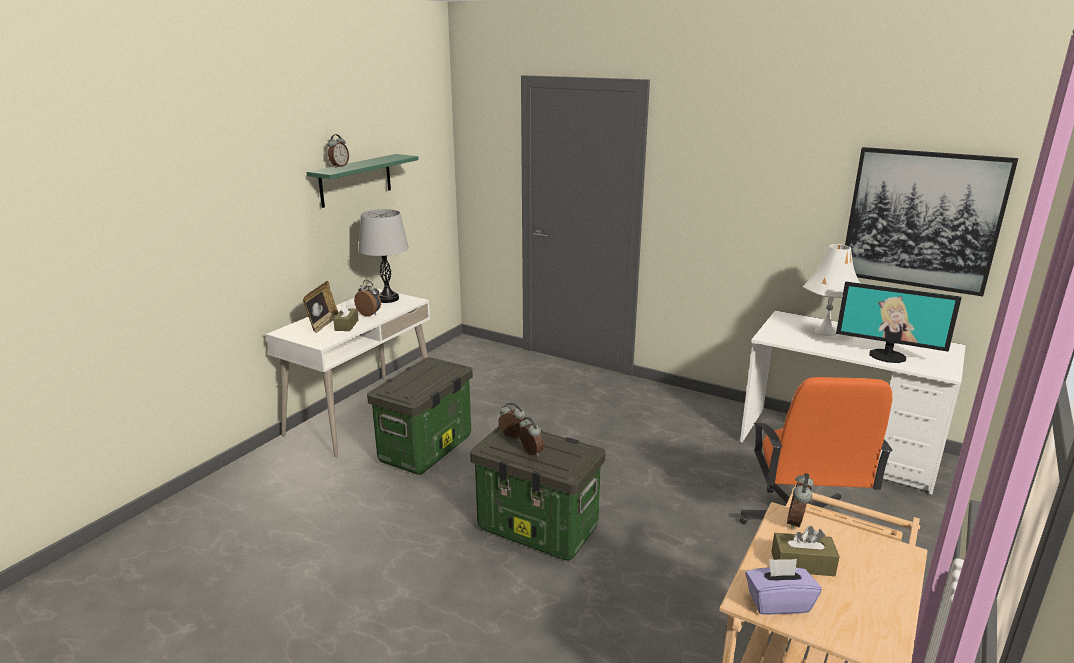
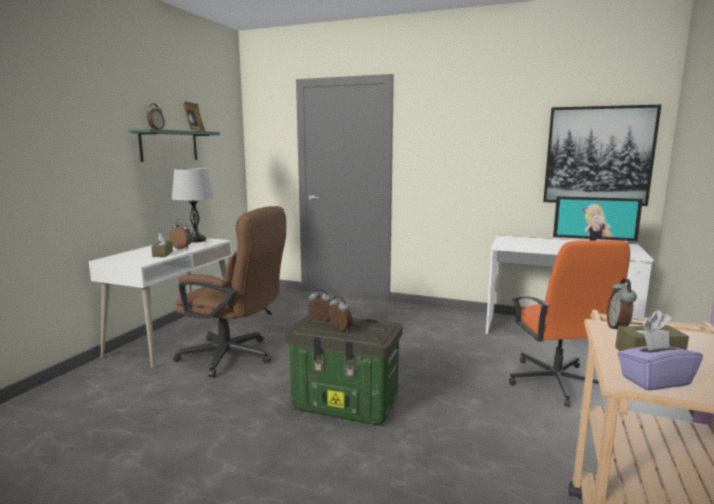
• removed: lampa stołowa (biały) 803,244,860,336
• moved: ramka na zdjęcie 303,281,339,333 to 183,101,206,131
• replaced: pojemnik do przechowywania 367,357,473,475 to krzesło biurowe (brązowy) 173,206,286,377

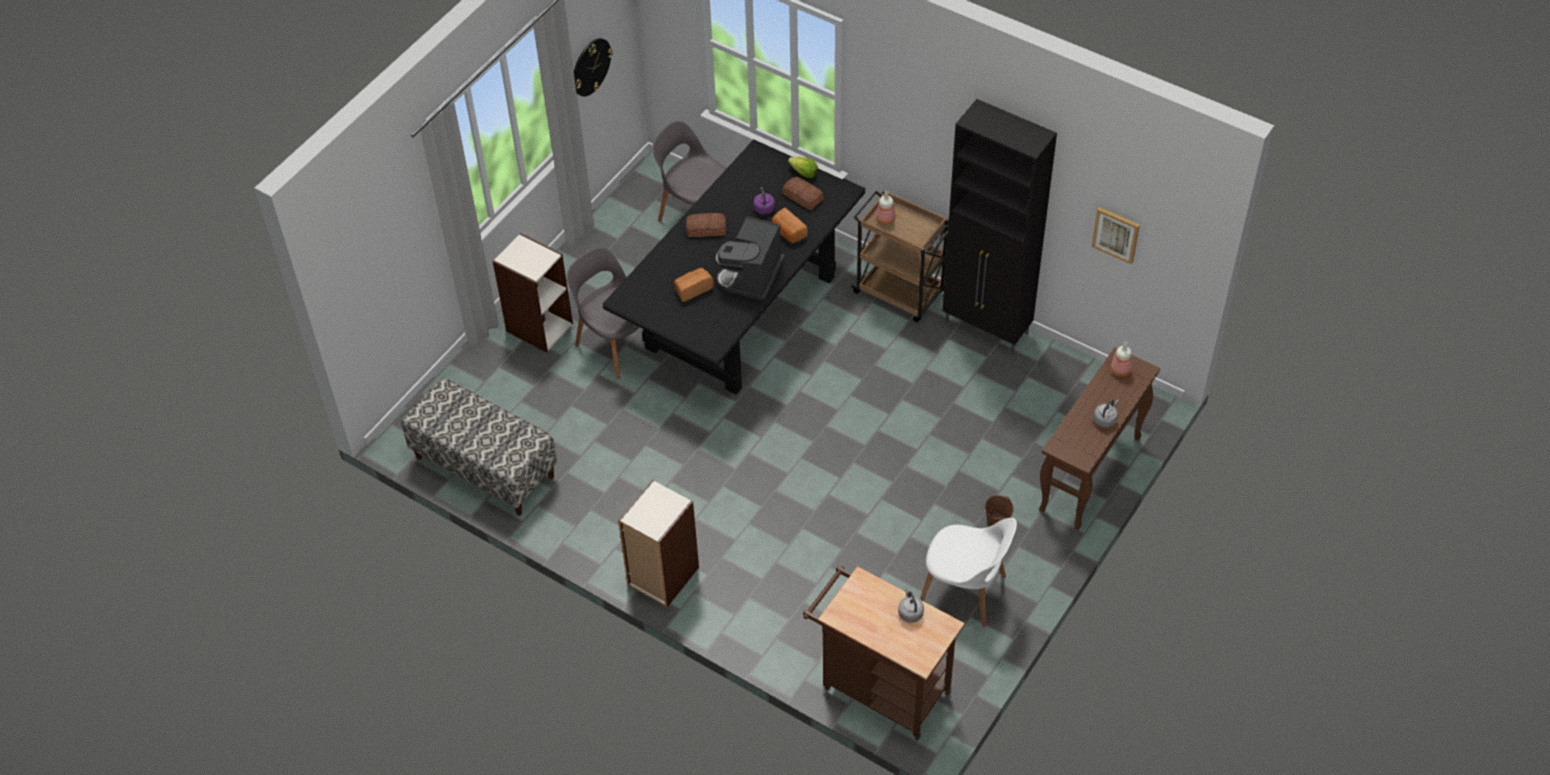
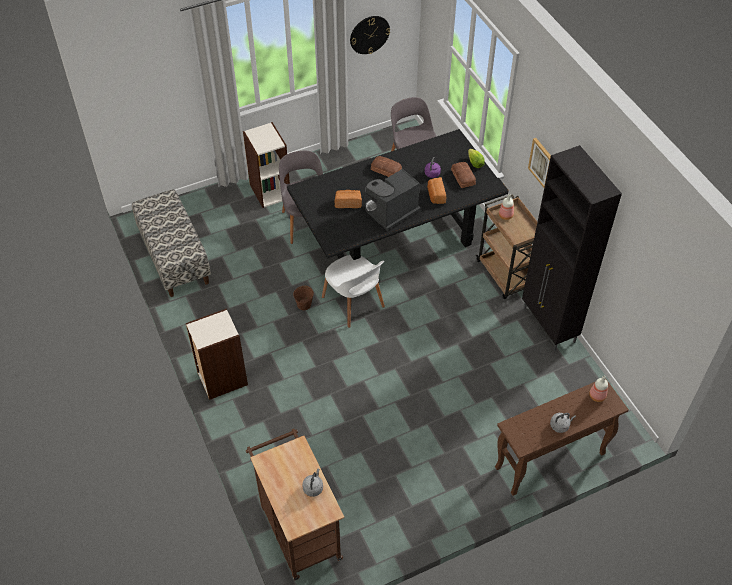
• moved: obraz 1091,207,1140,264 to 528,138,551,188
• moved: wiadro (brązowy) 985,495,1014,527 to 293,286,314,310
• moved: krzesło (biały) 920,518,1017,627 to 322,255,385,328

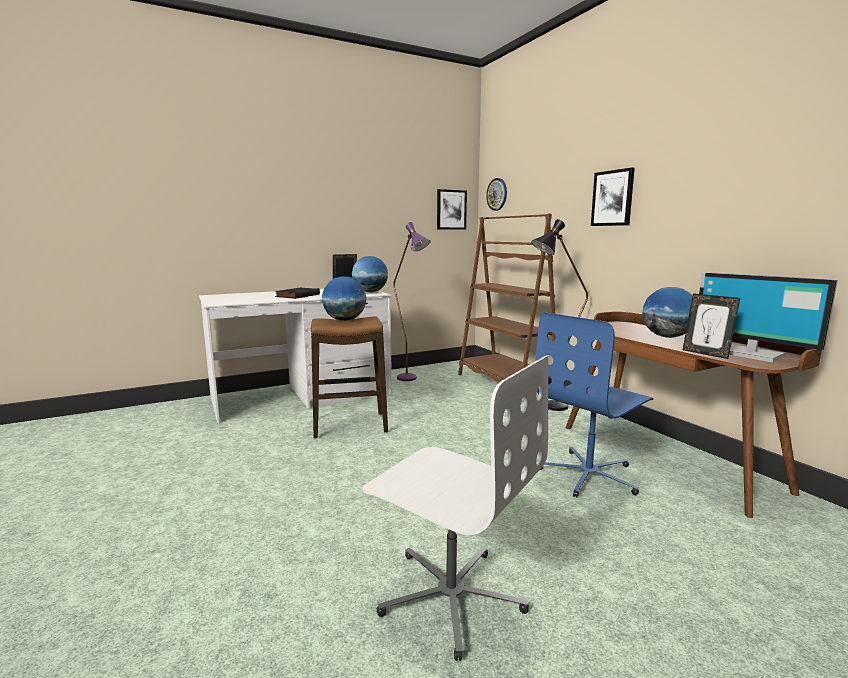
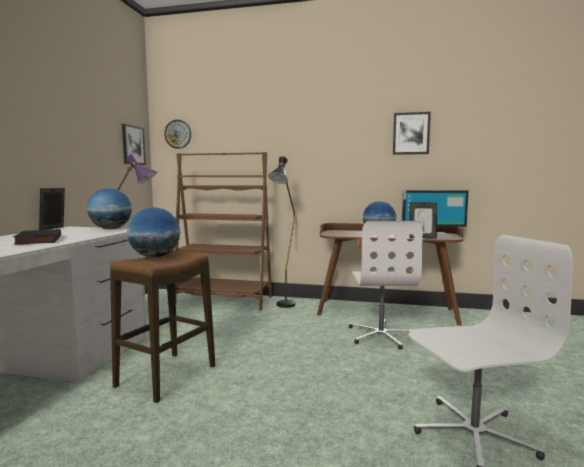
• moved: obraz 591,168,635,226 to 393,112,431,155
• recoloured: krzesło biurowe (niebieski) 535,312,653,498 to krzesło biurowe (biały) 349,221,423,350

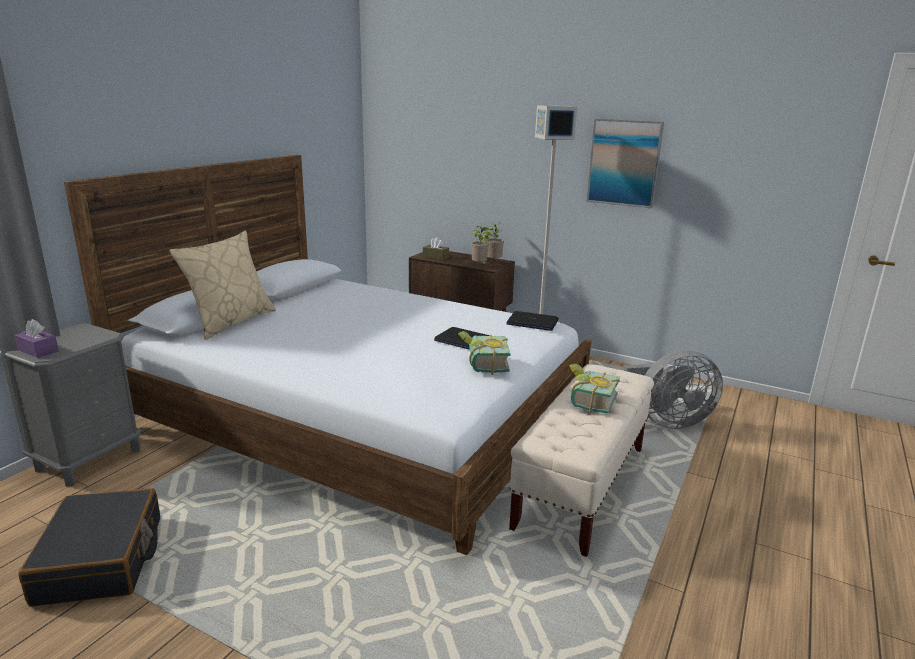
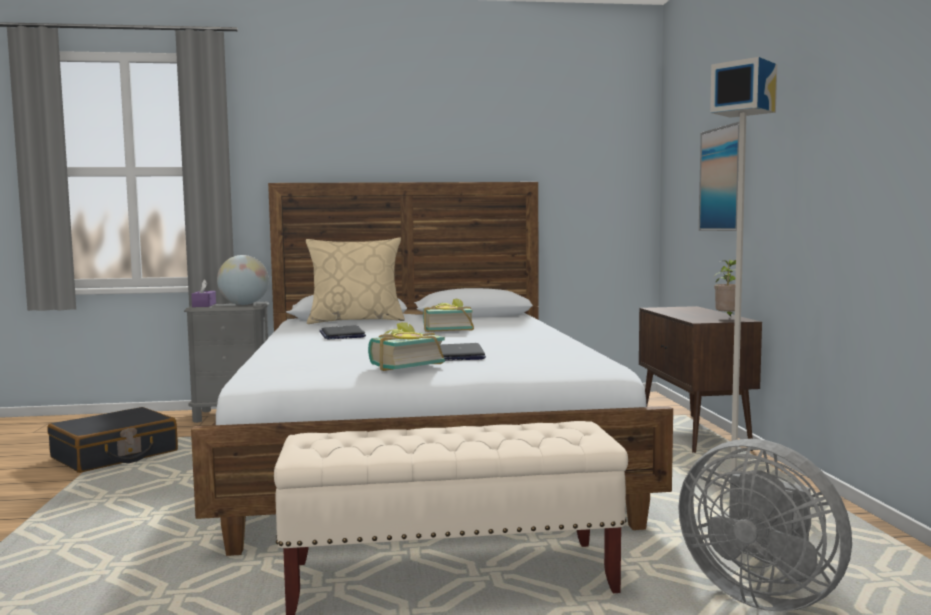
• moved: obraz 586,119,664,208 to 699,121,740,231
• removed: roślina doniczkowa 471,226,493,264
• removed: pudełko chusteczek (brązowy) 423,237,449,260
• moved: laptop 506,311,558,331 to 319,325,366,339
• moved: książka 569,364,620,414 to 423,299,474,332
• added: globus 217,255,269,305

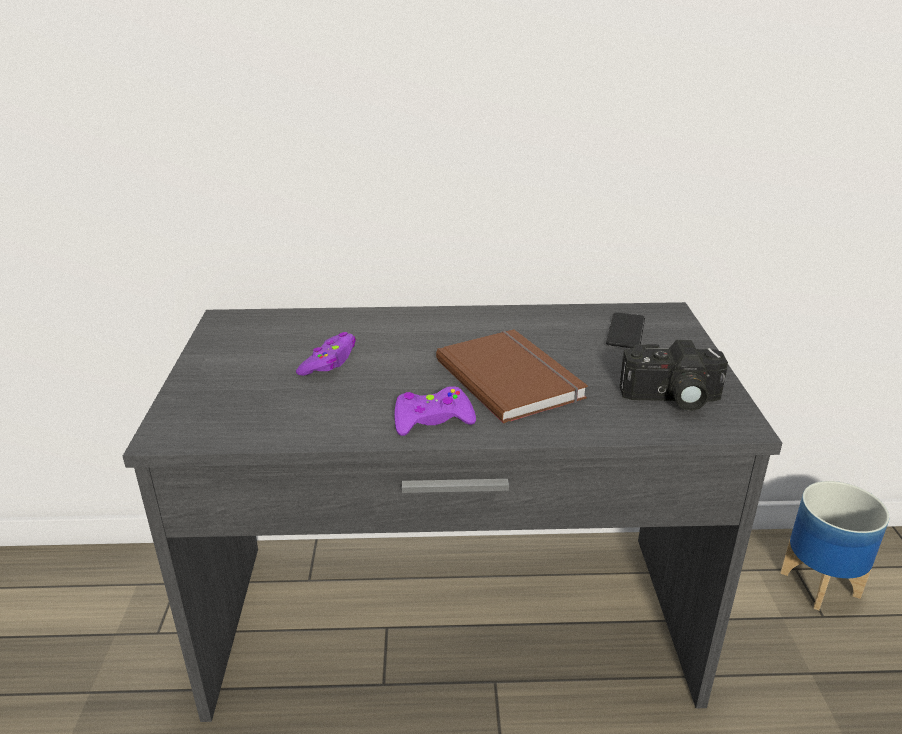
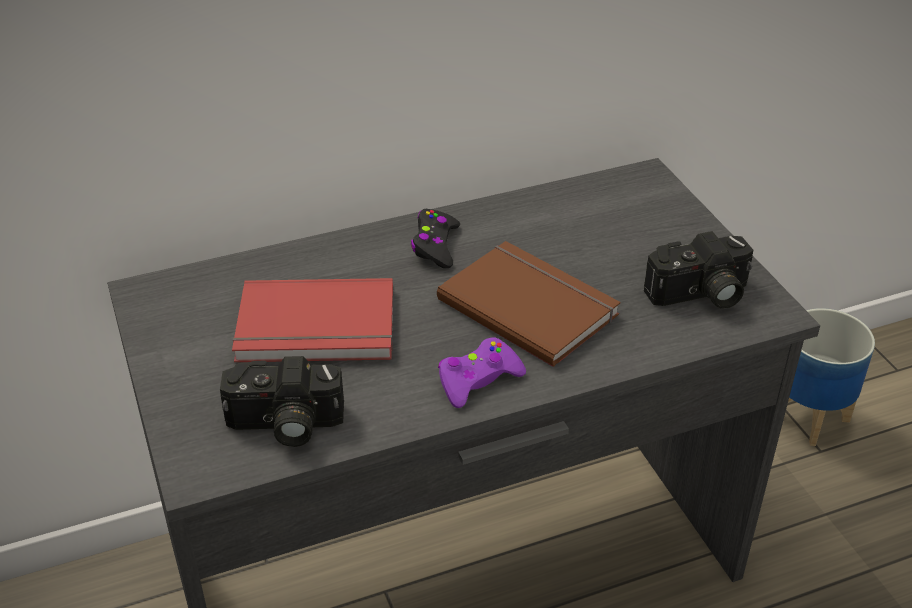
• removed: telefon 606,312,645,348
• replaced: pad do gier (fioletowy) 296,332,356,376 to książka (czerwony) 232,278,393,362
• added: pad do gier (czarny) 411,209,460,268
• added: aparat fotograficzny 220,356,344,447

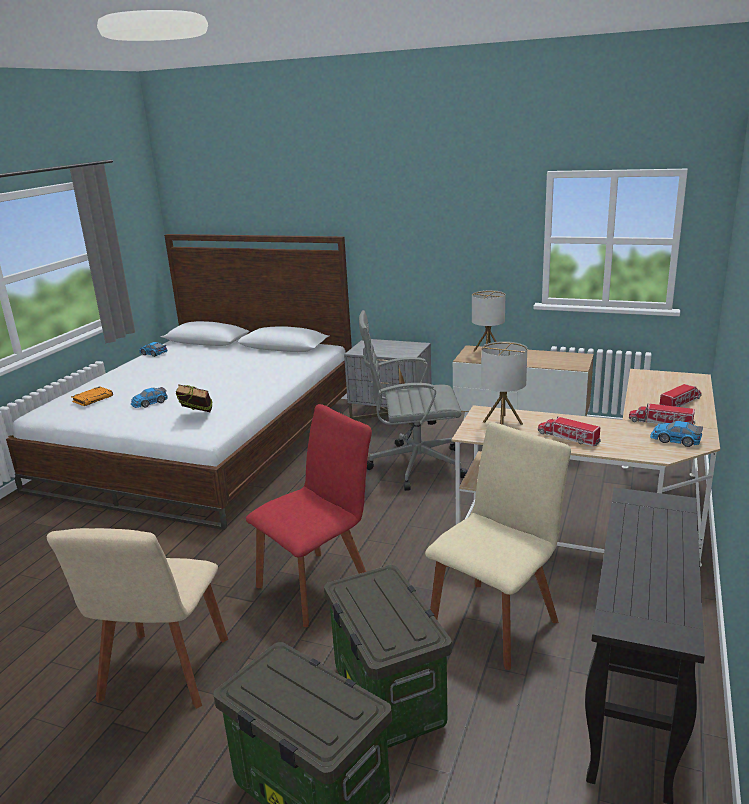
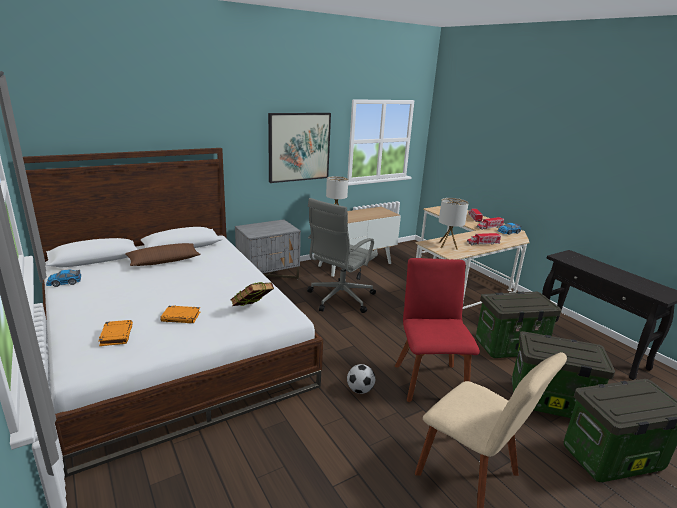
• replaced: samochodzik 131,387,168,408 to książka (pomarańczowy) 160,306,200,323
• replaced: krzesło (beżowy) 425,423,571,670 to pojemnik do przechowywania 476,292,562,358
• added: obraz 268,113,331,183
• added: poduszka (brązowy) 125,243,201,266
• added: piłka futbolowa 347,364,375,394

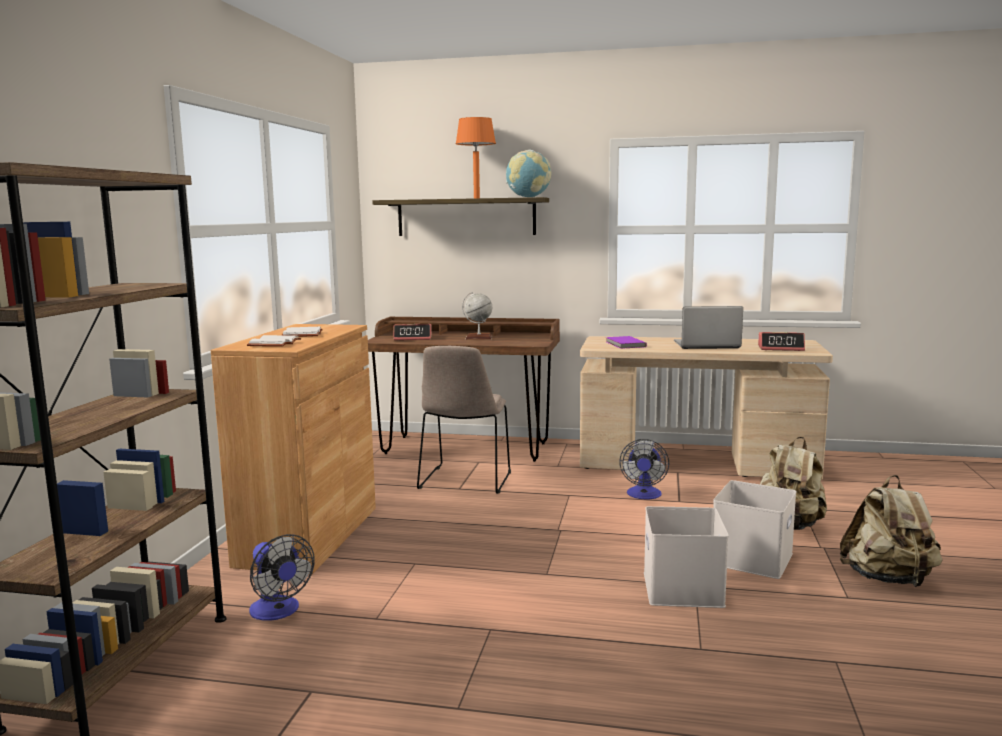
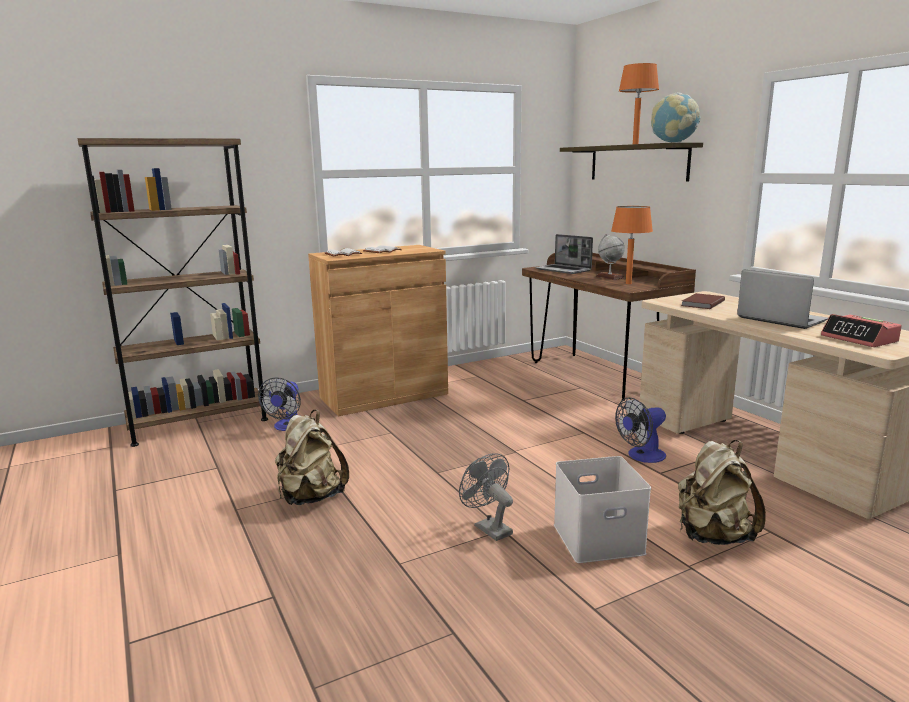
• replaced: budzik 393,324,432,340 to laptop 536,234,593,274
• recoloured: książka (fioletowy) 606,336,647,349 to książka (brązowy) 681,293,725,309
• removed: krzesło (beżowy) 417,346,511,494
• moved: plecak (beżowy) 840,475,943,587 to 275,410,349,505
• replaced: pojemnik do przechowywania (biały) 644,506,729,608 to wentylator (szary) 459,453,513,541
• added: lampa stołowa (pomarańczowy) 611,206,653,284

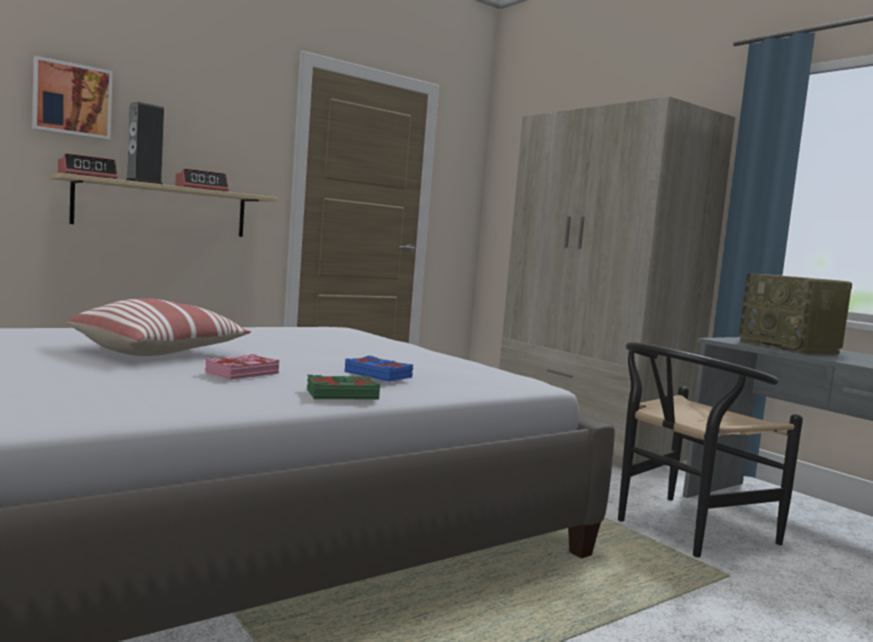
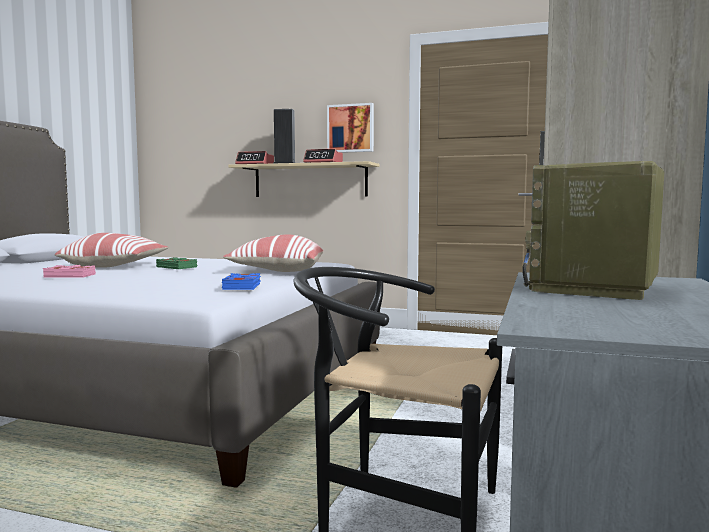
• moved: obraz 32,56,113,140 to 327,103,374,153
• moved: książka (niebieski) 345,356,413,382 to 222,273,261,290
• moved: książka (zielony) 307,375,380,399 to 156,257,197,269
• added: poduszka 223,235,324,272

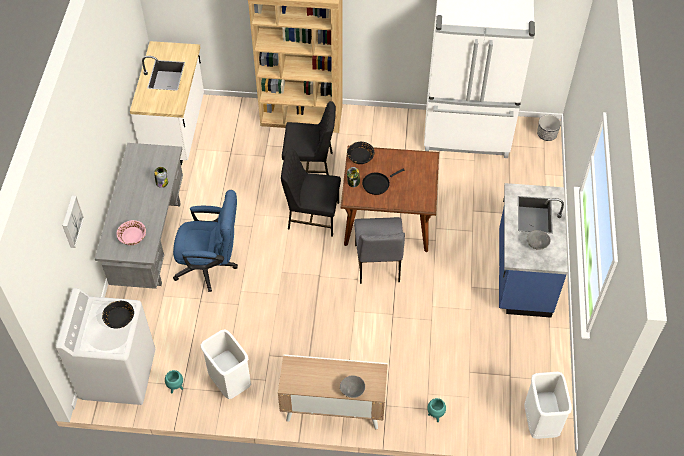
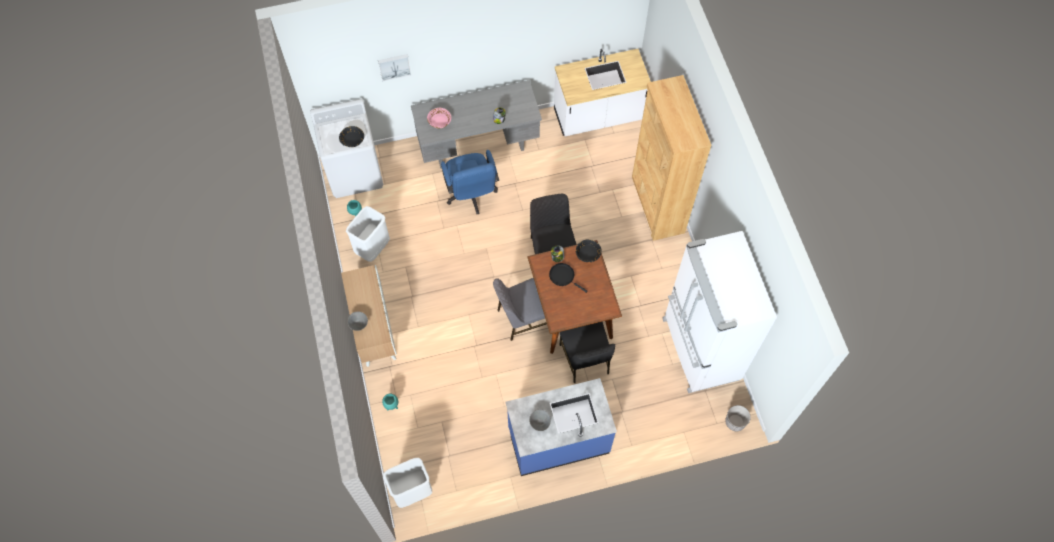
• moved: krzesło (czarny) 282,101,336,175 to 559,322,615,383

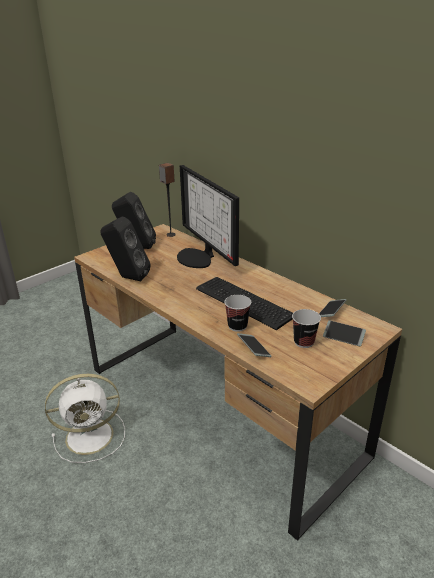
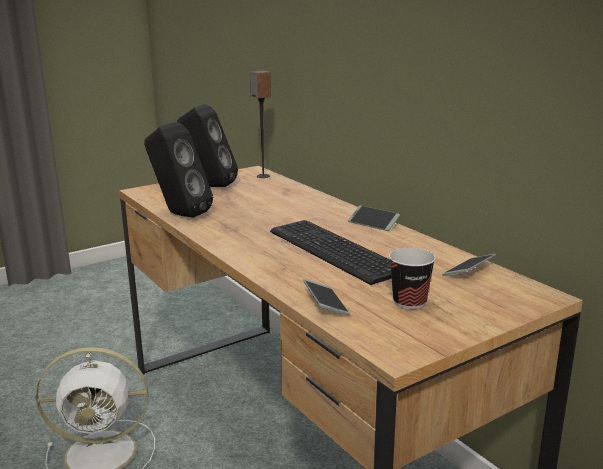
• removed: monitor 177,165,239,268
• removed: filiżanka 224,295,251,332
• moved: telefon 323,320,366,346 to 348,205,400,231

